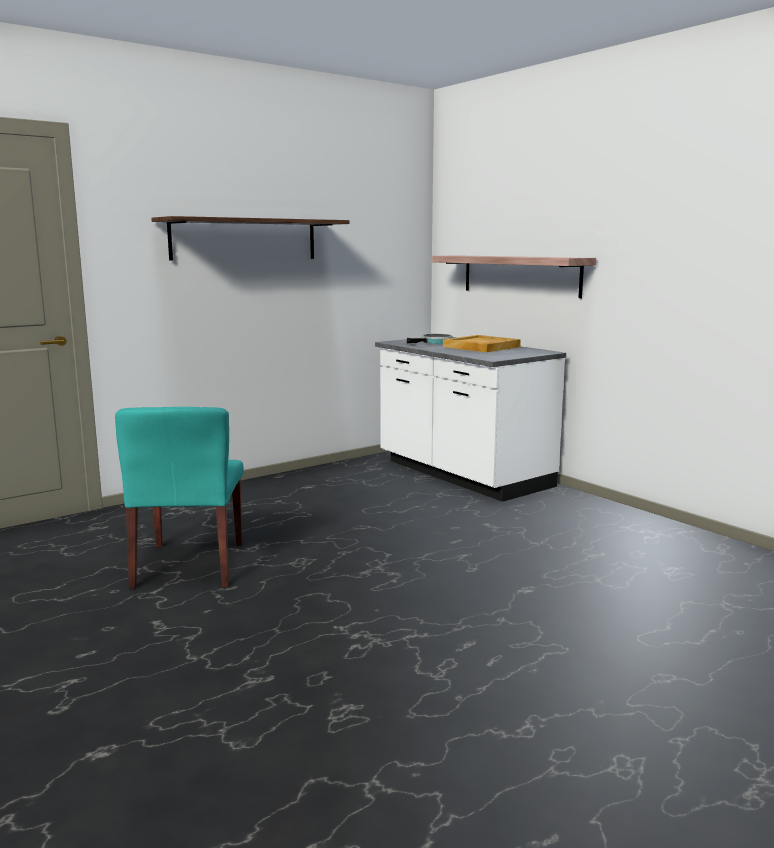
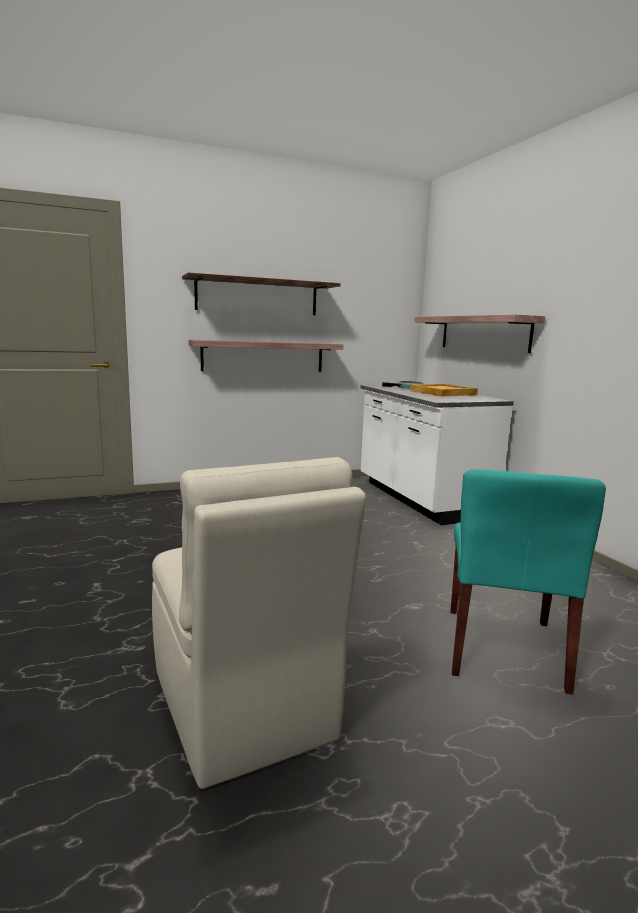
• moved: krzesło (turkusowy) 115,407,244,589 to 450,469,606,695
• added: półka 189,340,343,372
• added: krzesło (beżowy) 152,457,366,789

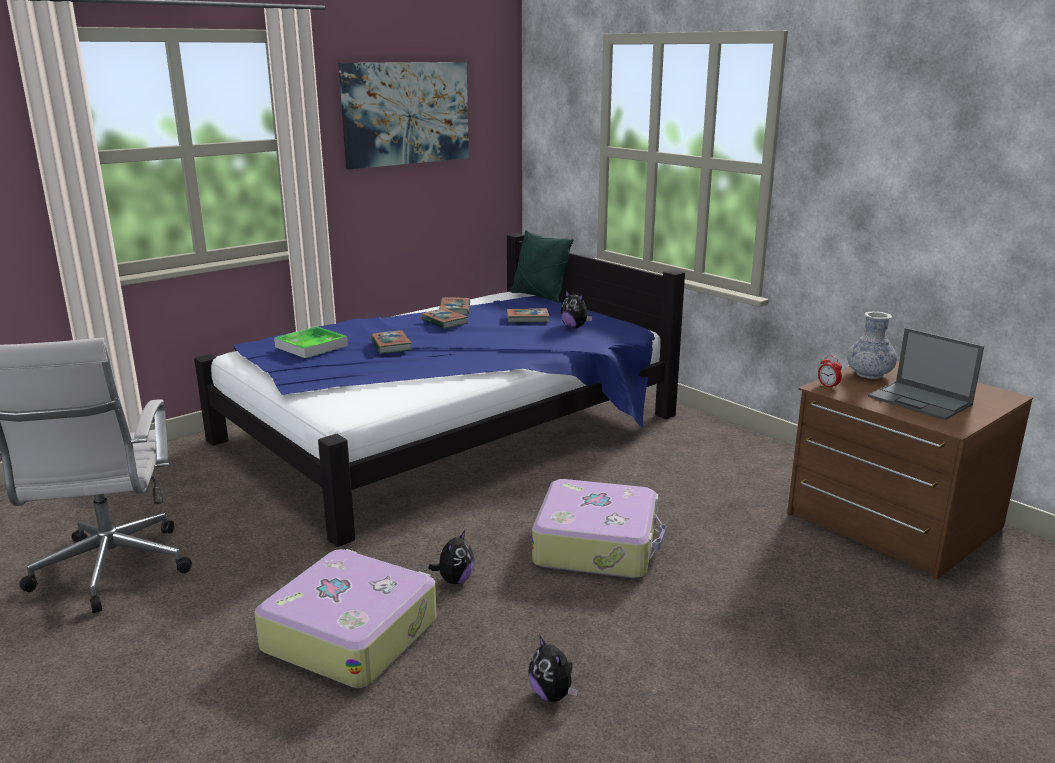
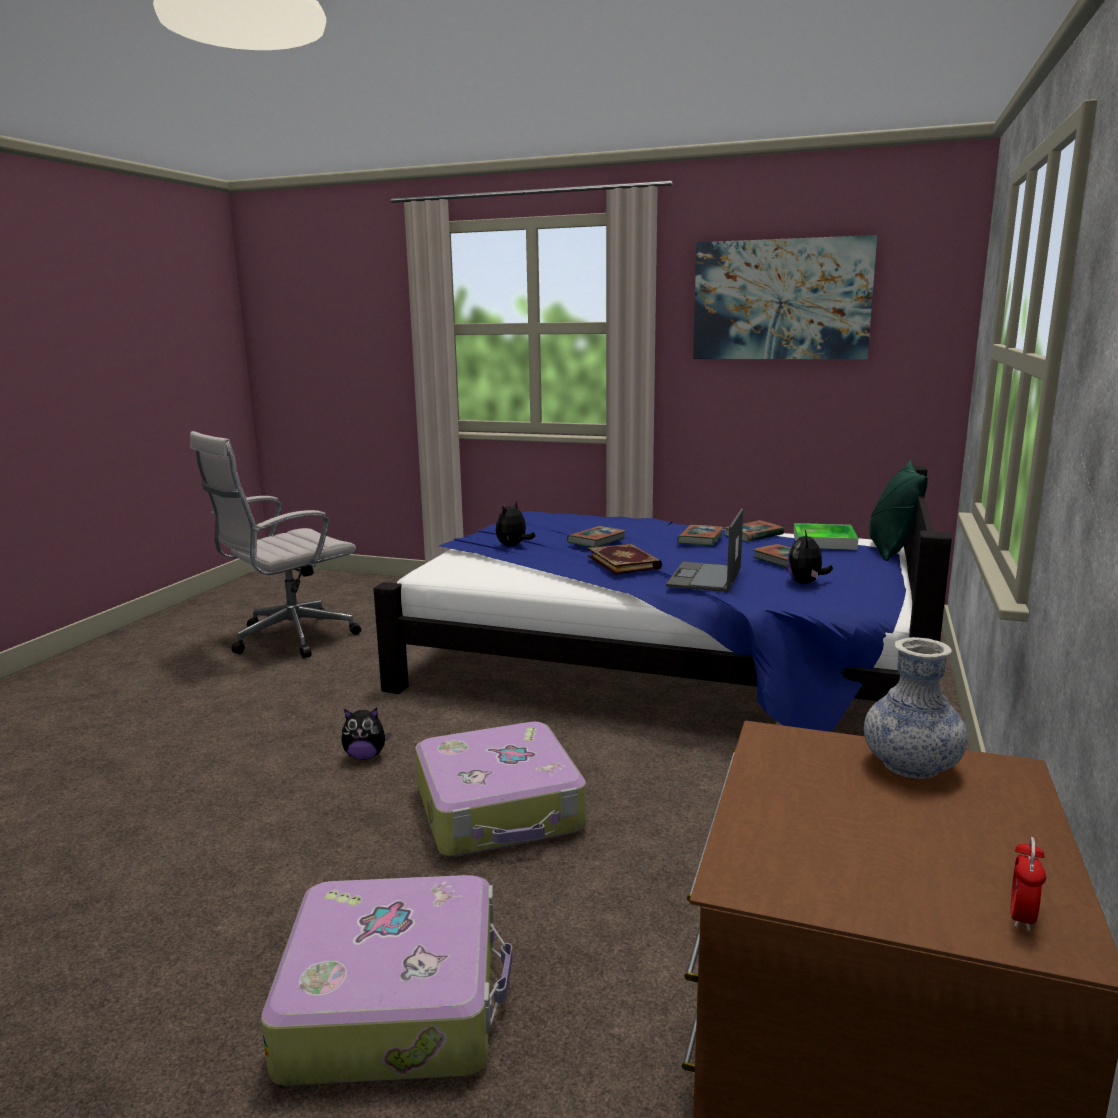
• moved: taca 274,326,348,358 to 793,523,858,550
• moved: laptop 868,328,984,420 to 666,509,743,592
• moved: budzik 818,355,842,389 to 1011,837,1046,931
• moved: walizka 254,549,437,688 to 261,875,513,1086
• moved: pluszak 529,636,578,702 to 496,501,535,546
• added: książka 587,544,662,575

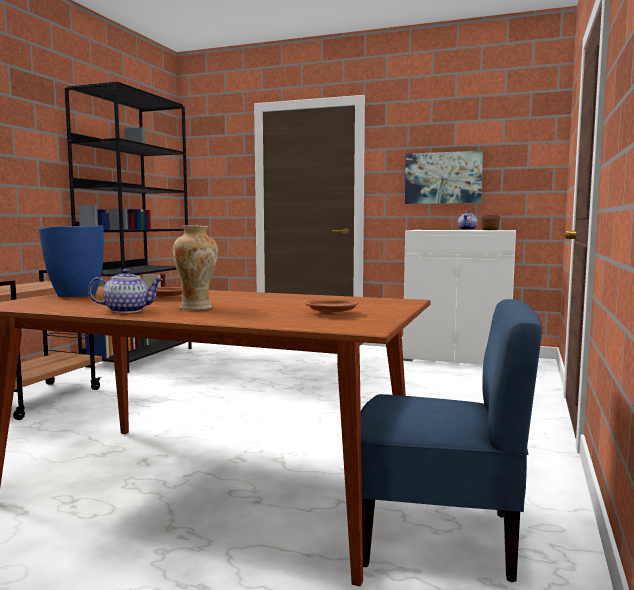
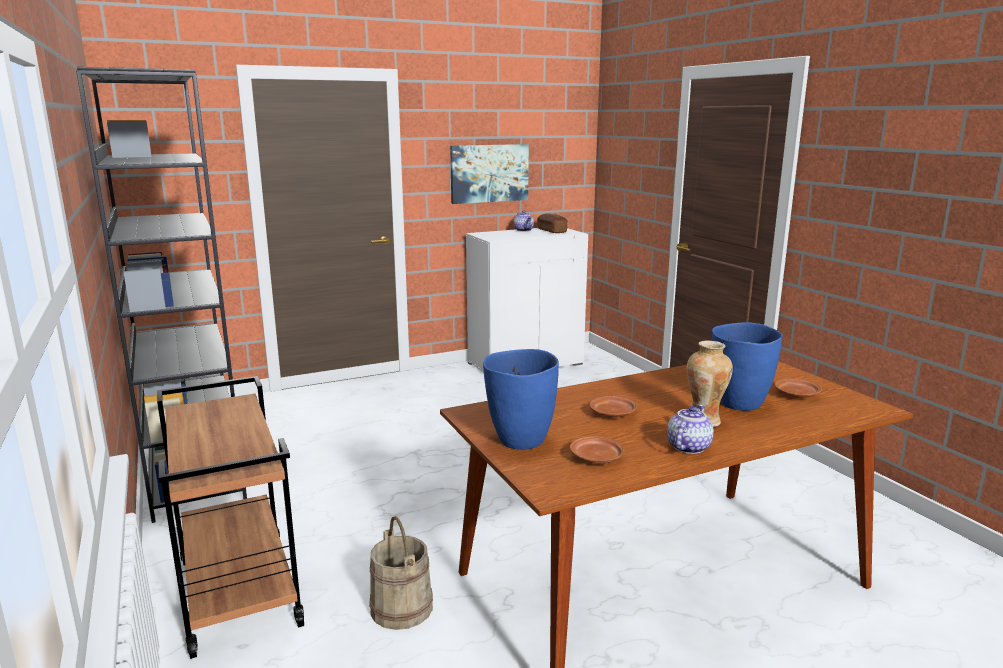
• removed: krzesło (niebieski) 360,299,542,582
• added: wazon (niebieski) 712,322,783,411
• added: talerz (brązowy) 570,436,624,464
• added: wiadro (beżowy) 369,516,433,630

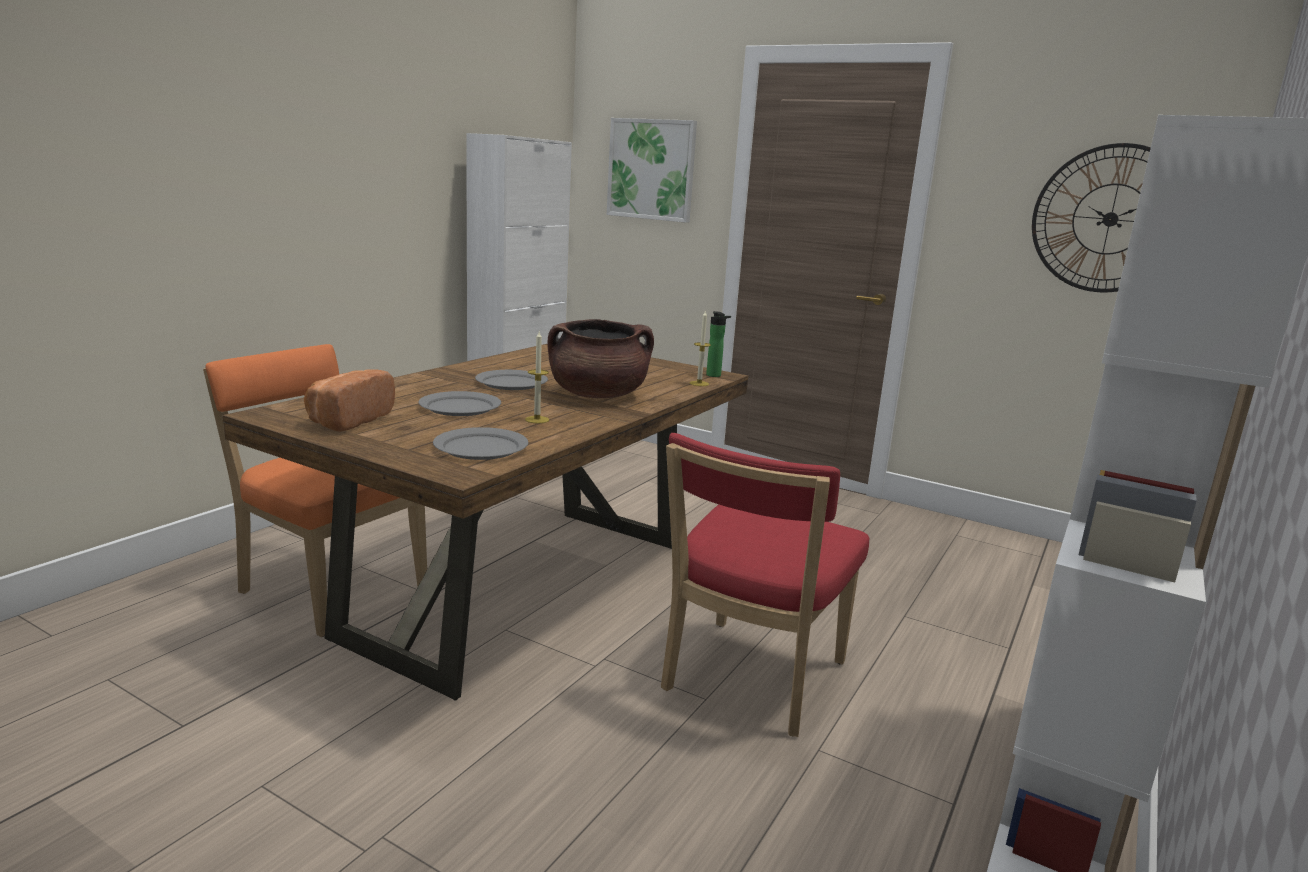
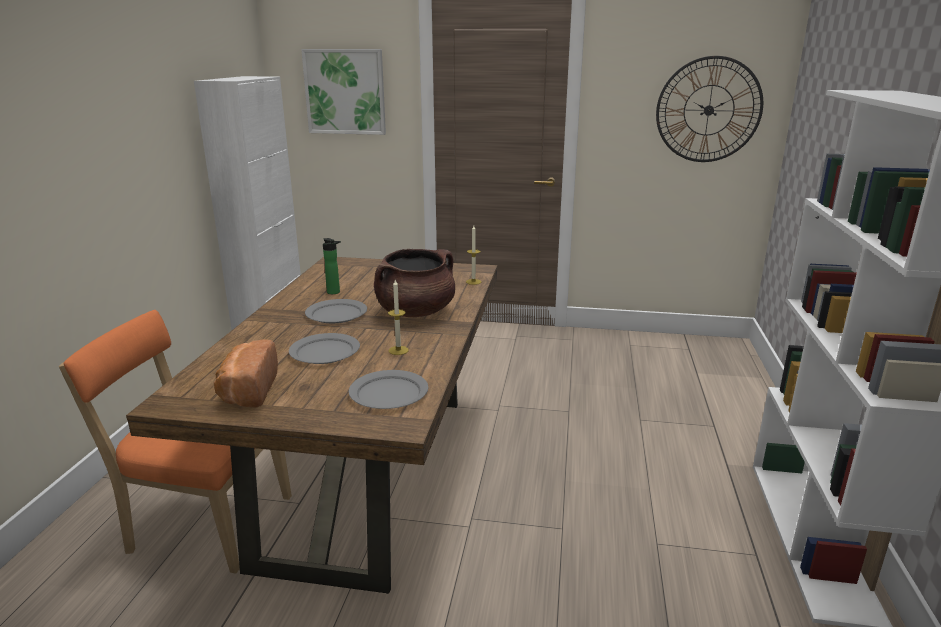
• moved: butelka 706,311,731,377 to 323,238,341,294
• removed: krzesło (czerwony) 661,433,869,737

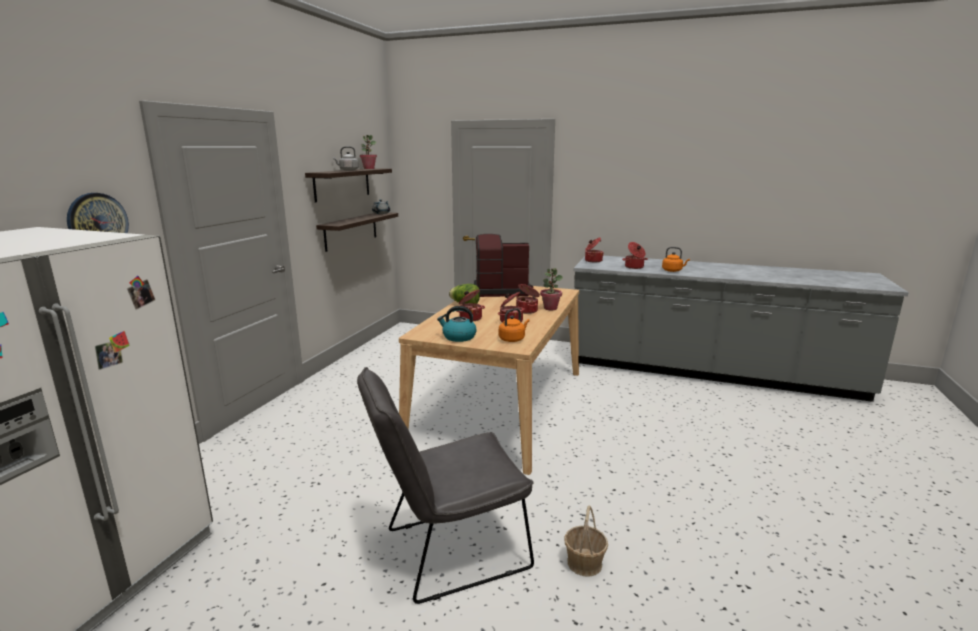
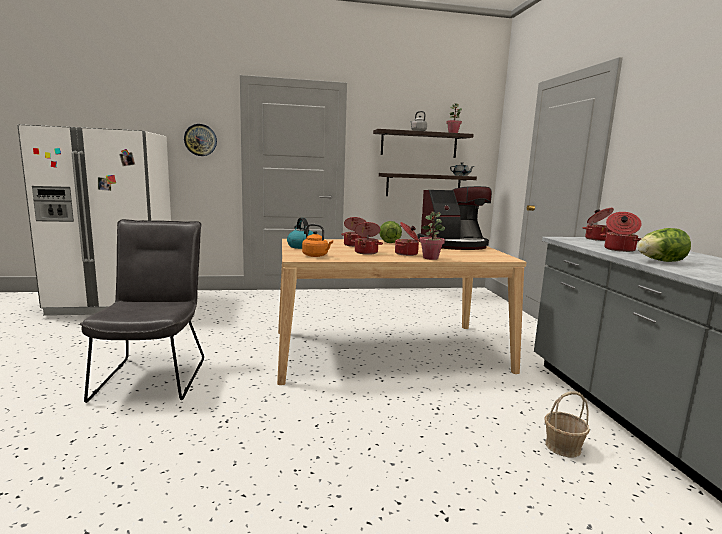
• turned: ekspres do kawy 474,234,530,297 = 417,186,492,250 105 degrees clockwise
• replaced: czajnik (pomarańczowy) 662,247,690,272 to sałata 637,228,691,262
• turned: krzesło (szary) 357,367,534,604 = 80,219,204,403 45 degrees clockwise
• moved: koszyk 564,506,608,577 to 544,391,590,457

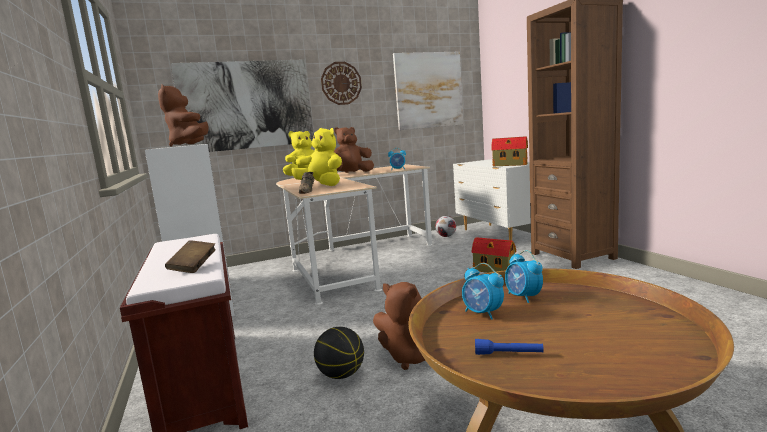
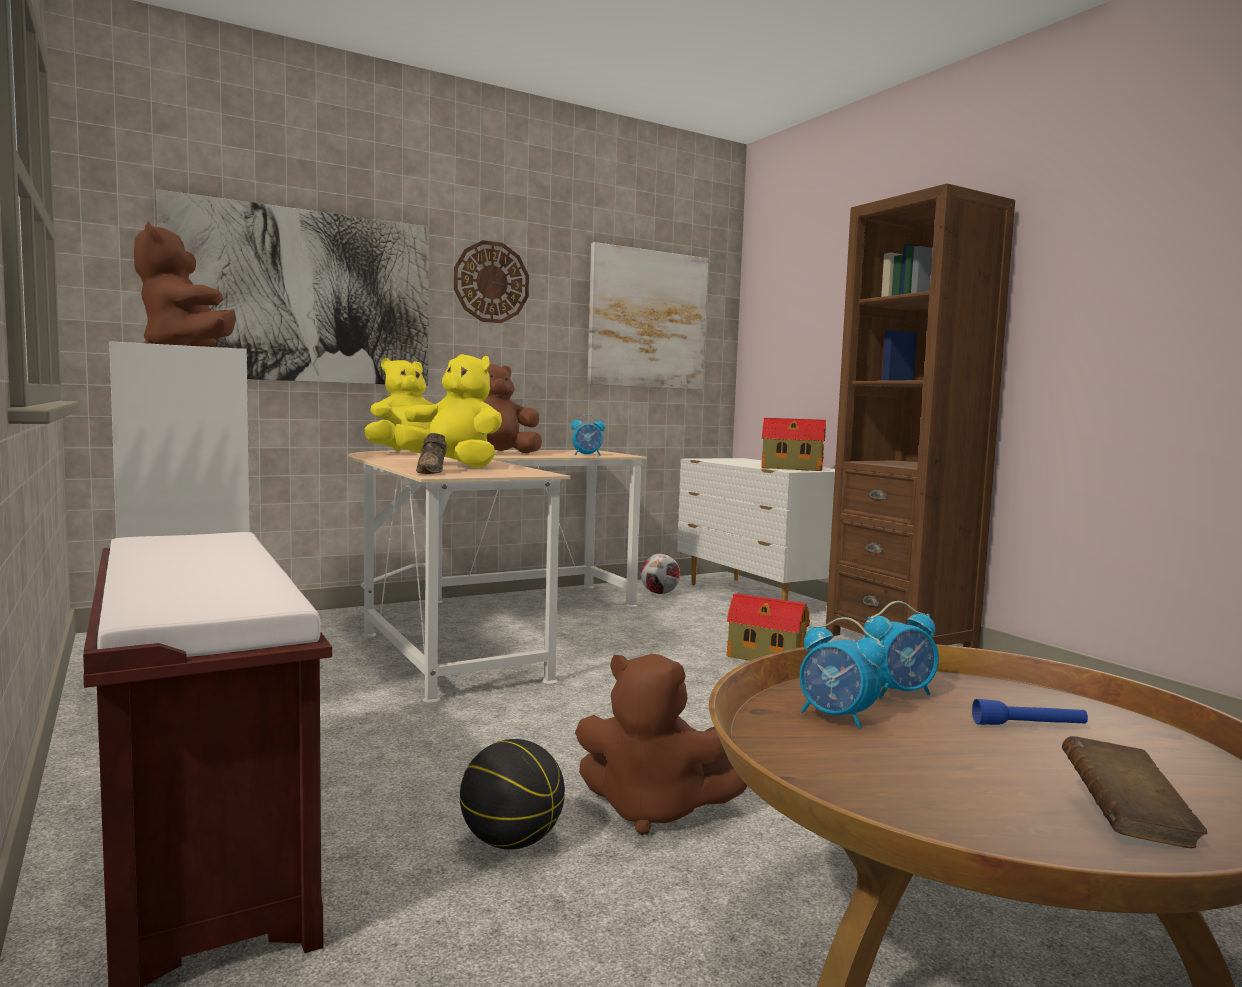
• moved: książka (brązowy) 165,240,216,273 to 1062,736,1207,848
• turned: budzik 505,250,543,303 = 864,601,939,699 75 degrees counterclockwise
• moved: latarka (niebieski) 475,339,544,355 to 972,699,1088,725

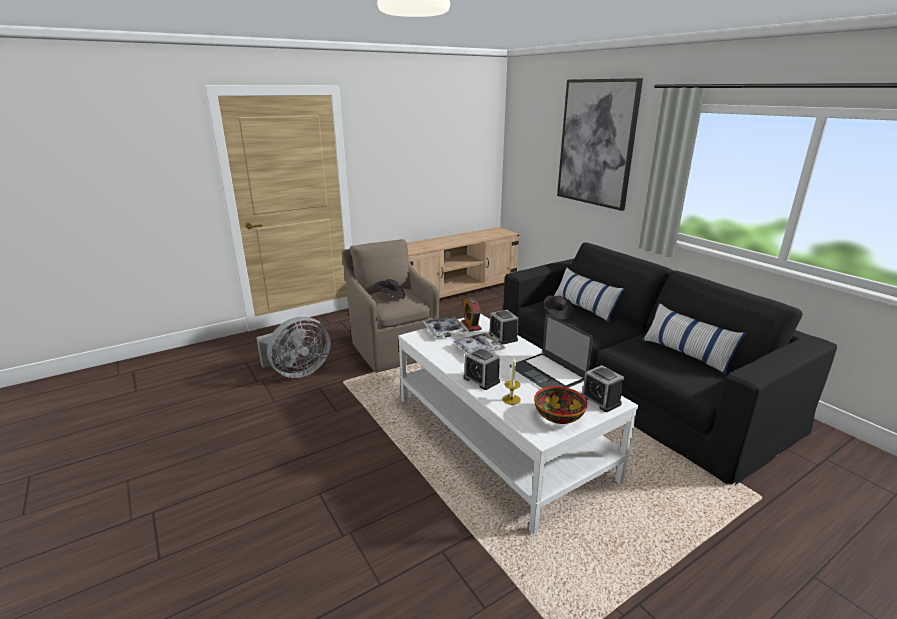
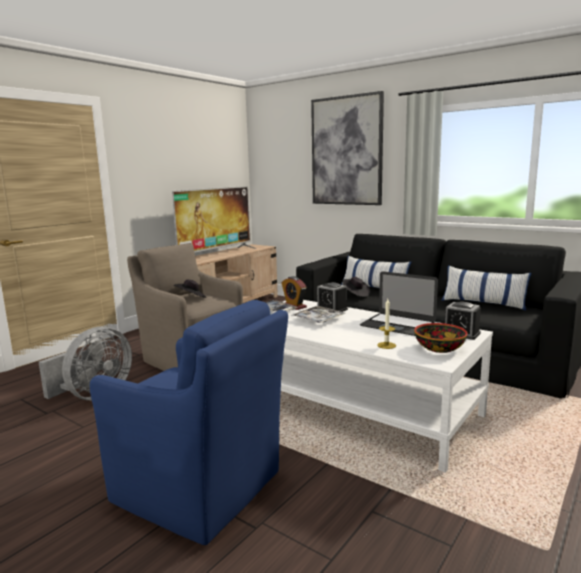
• removed: budzik 464,347,500,390
• added: telewizor 172,186,257,253
• added: fotel (niebieski) 90,300,288,545

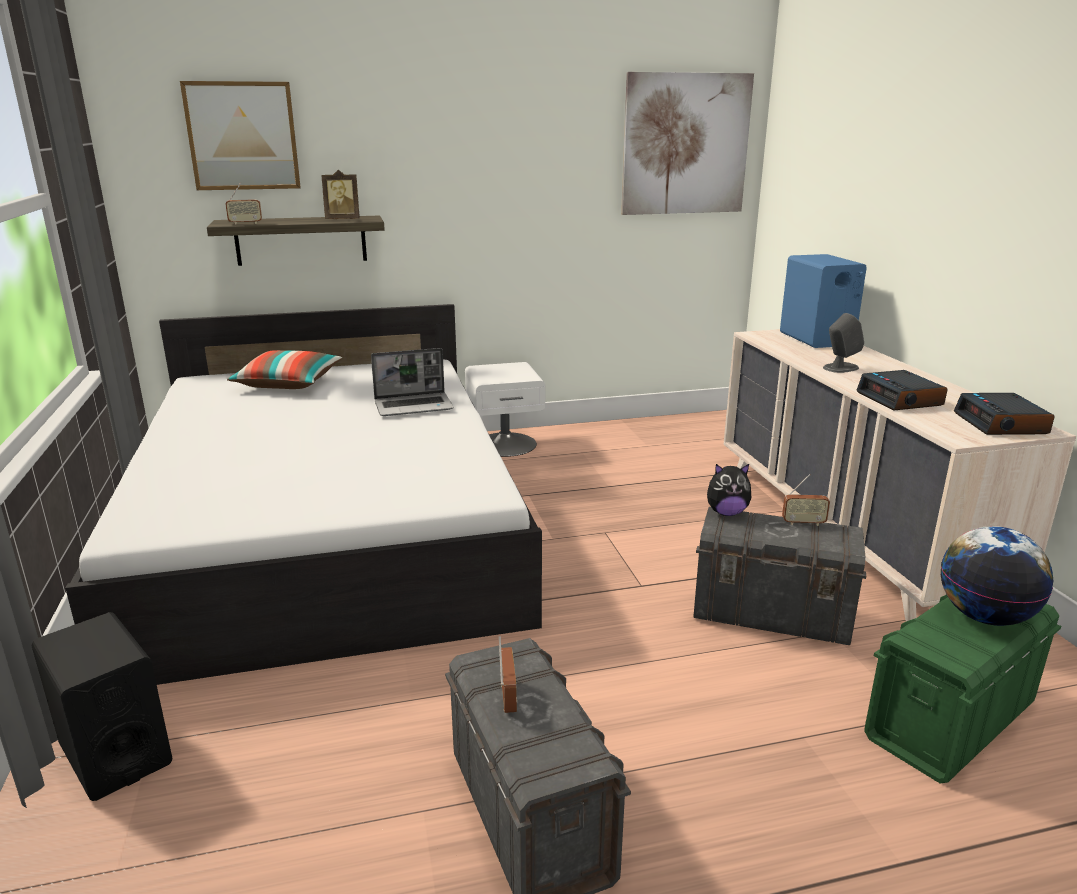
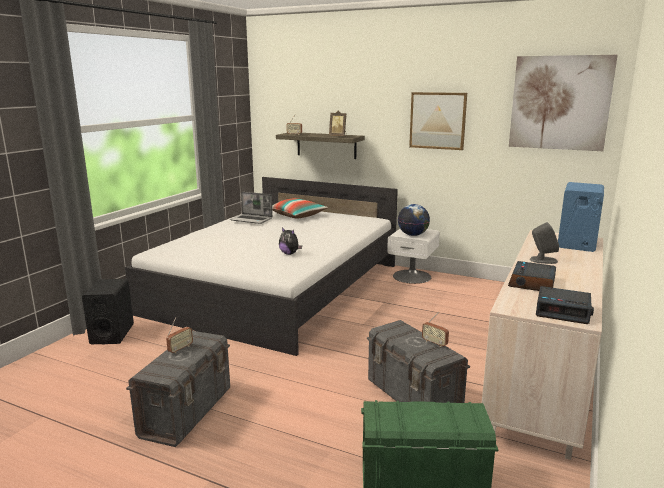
• moved: obraz 180,81,301,190 to 409,92,467,150
• moved: laptop 371,348,454,416 to 230,192,273,224
• turned: budzik 954,393,1055,435 = 536,286,594,324 105 degrees counterclockwise
• moved: pluszak 707,464,751,516 to 279,227,302,255
• moved: globus 941,526,1054,626 to 398,204,430,236

